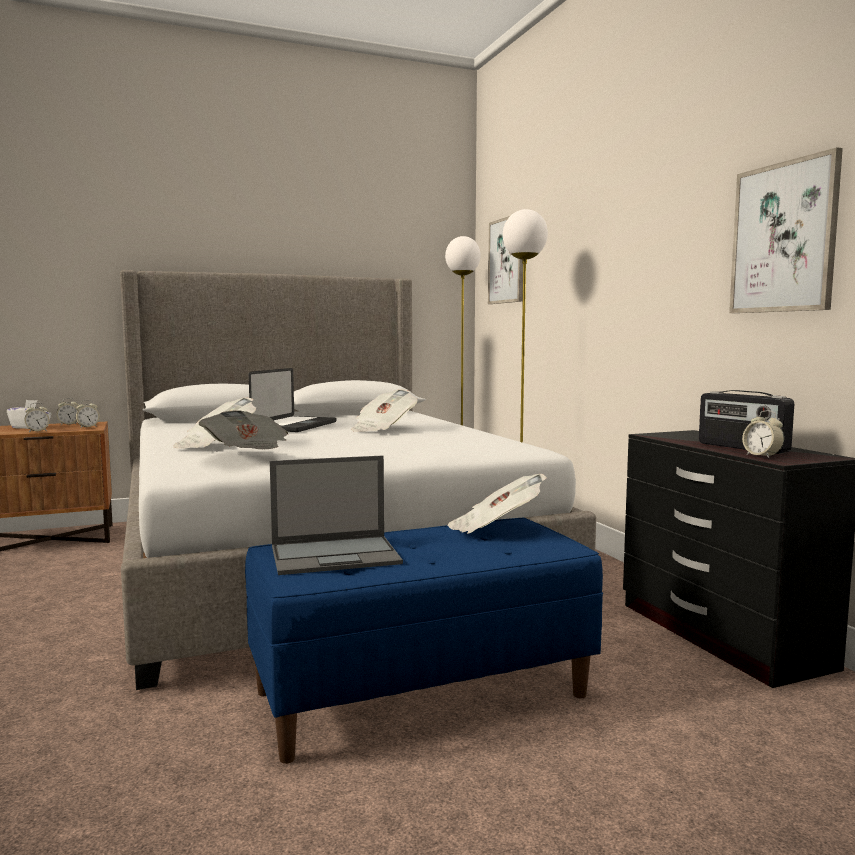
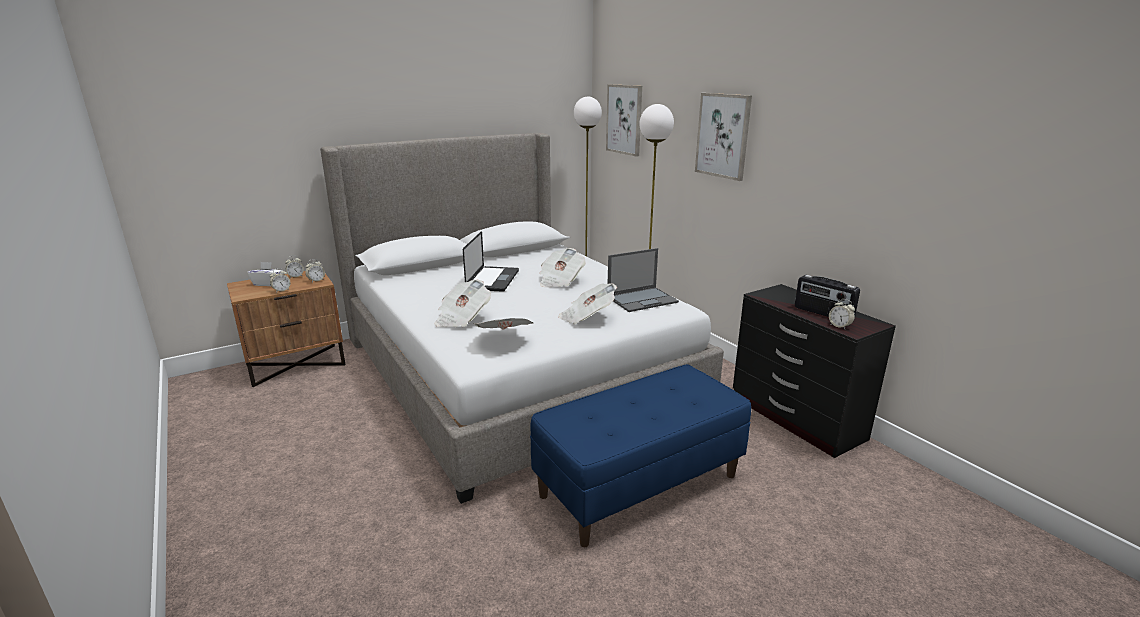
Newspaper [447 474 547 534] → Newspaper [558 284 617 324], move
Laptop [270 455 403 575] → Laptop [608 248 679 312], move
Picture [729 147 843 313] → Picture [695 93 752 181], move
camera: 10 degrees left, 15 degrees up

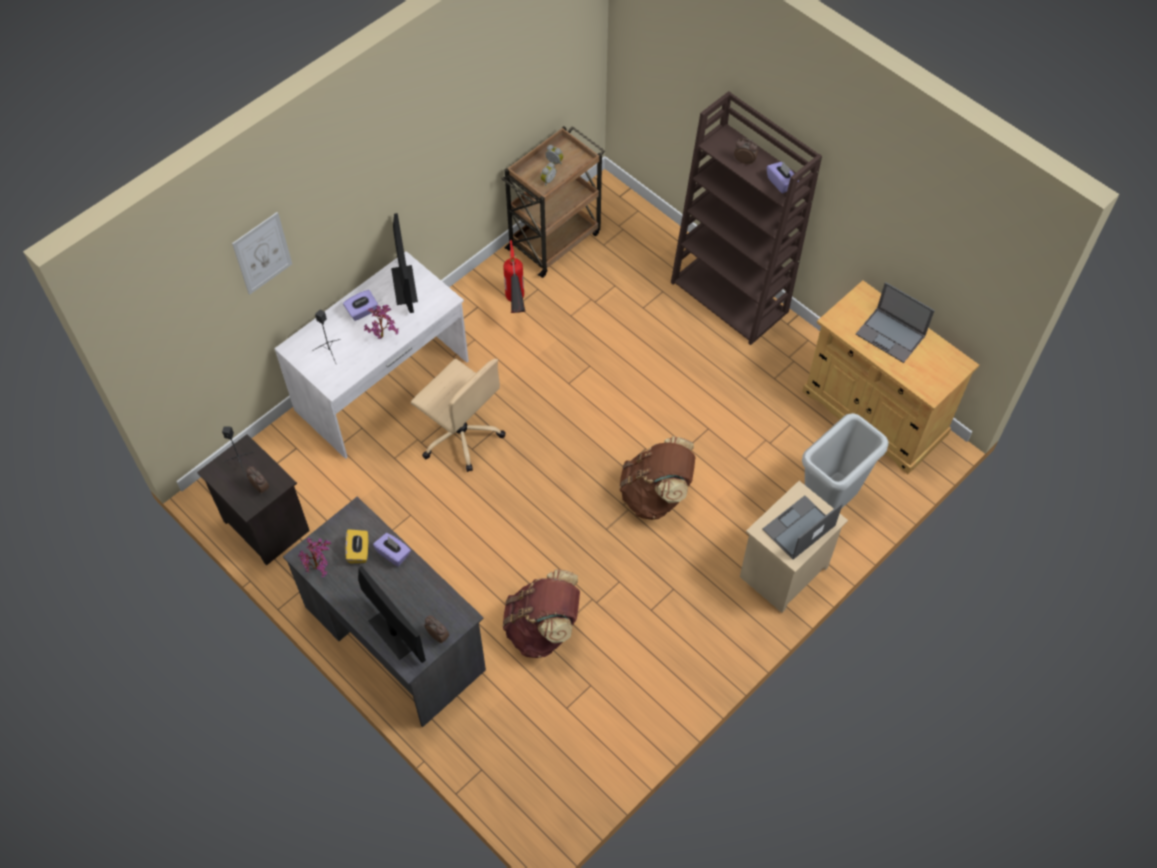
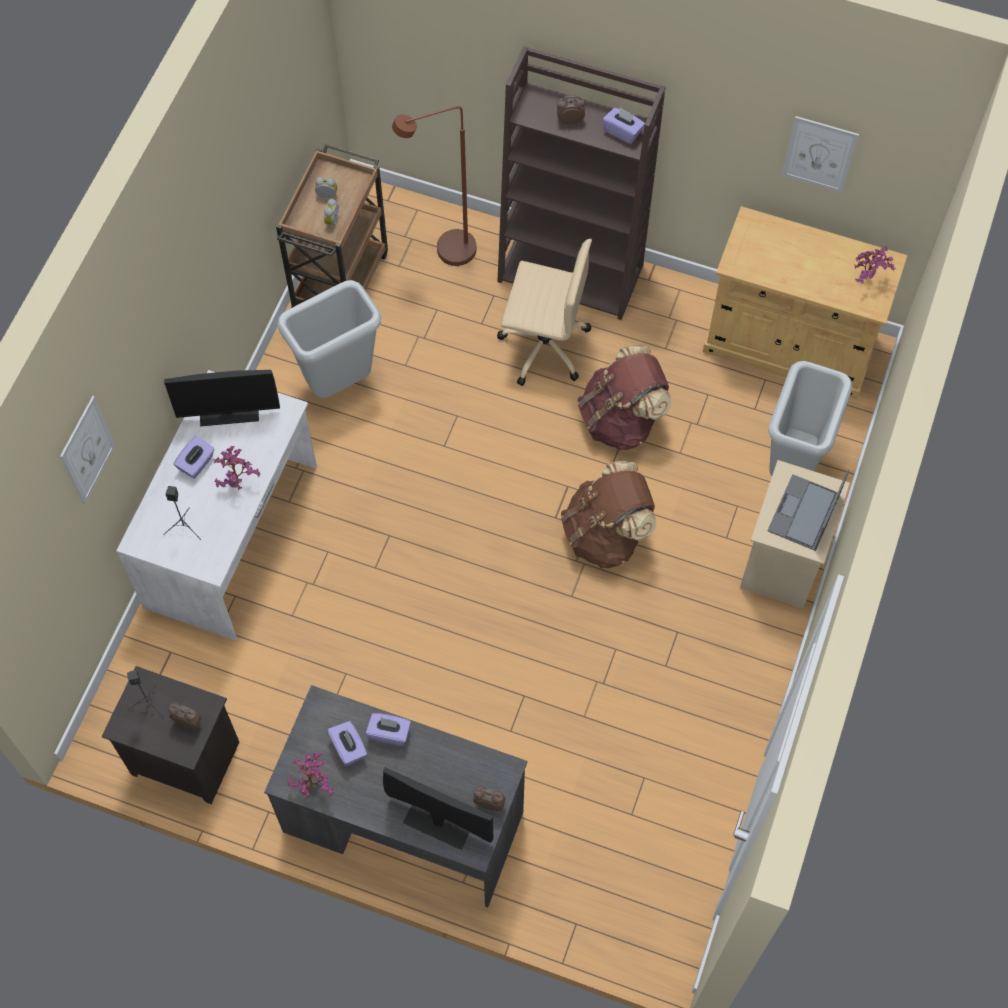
Monitor [391 213 418 313] → Monitor [164 370 280 426], 120 degrees clockwise
FireExtinguisher [503 240 526 313] → GreyTrashCan [277 280 381 398]
YellowTissueBox [345 529 368 564] → PurpleTissueBox [327 721 367 766]
- → BrownFloorLamp [392 106 476 266]
BeigeOfficeChair [411 359 506 472] → BeigeOfficeChair [497 239 592 386], move
BrownBackpack [502 570 580 658] → BrownBackpack [577 346 672 451], move
- → Picture [782 116 859 193]
- → PottedPlant [854 246 895 283]
Laptop [856 282 935 363] → -
camera: 25 degrees left, 5 degrees up

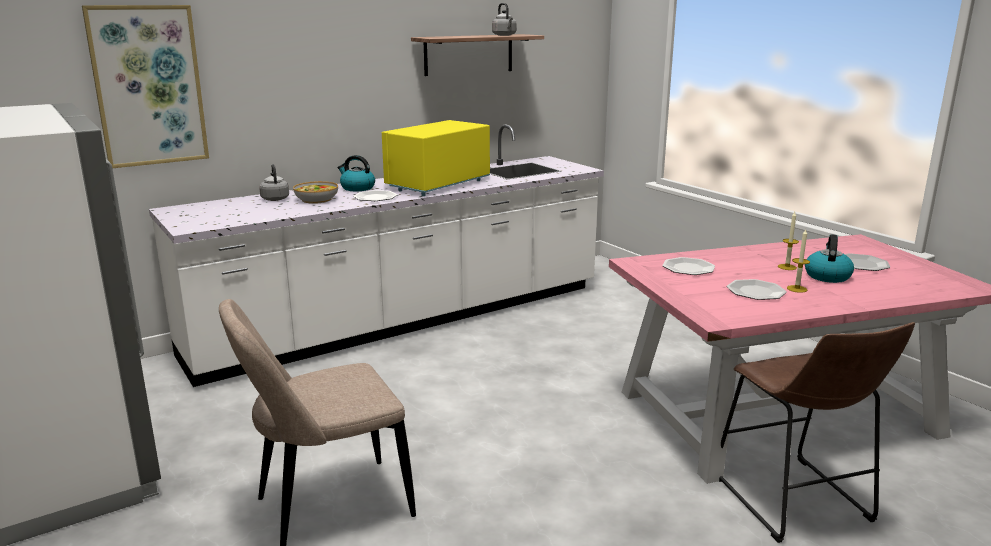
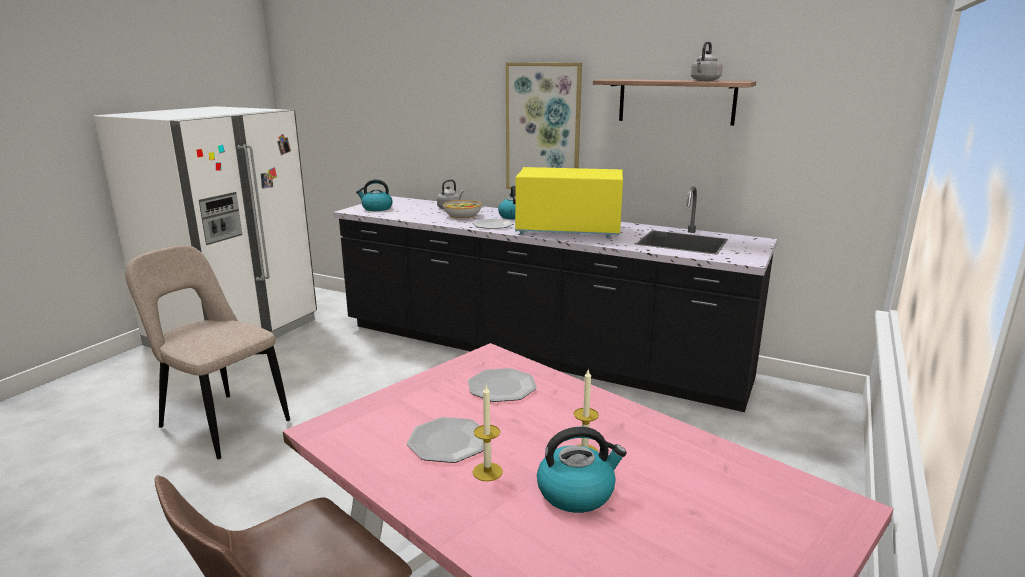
WhiteCounter [149 124 604 387] → BlackCounter [333 186 777 412]
- → Kettle [356 179 393 211]
Picture [82 5 209 168] → Picture [506 62 582 189], move
Plate [845 253 890 271] → -
camera: 60 degrees right, 0 degrees up

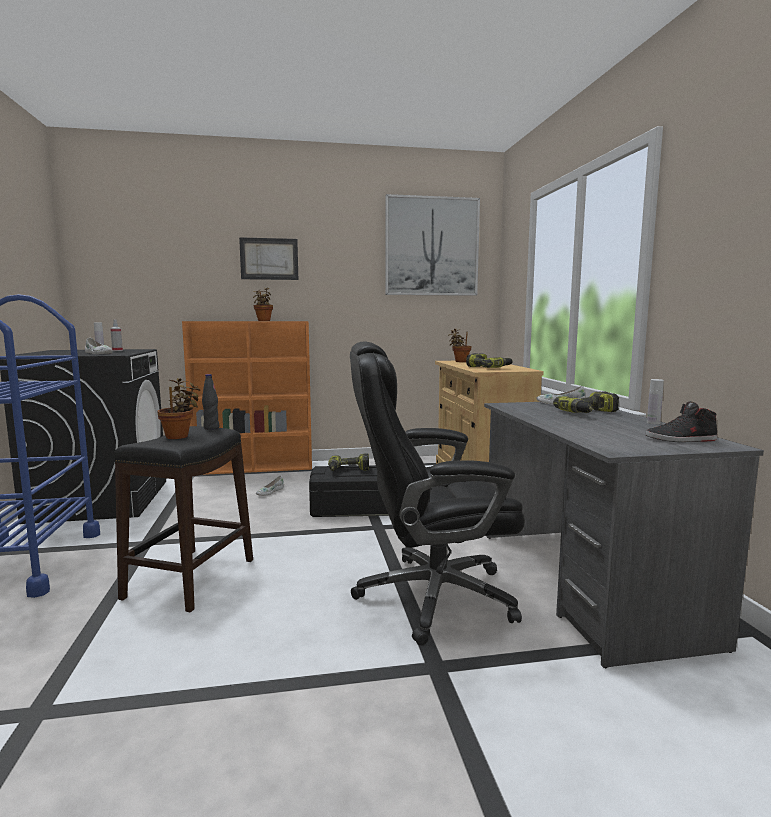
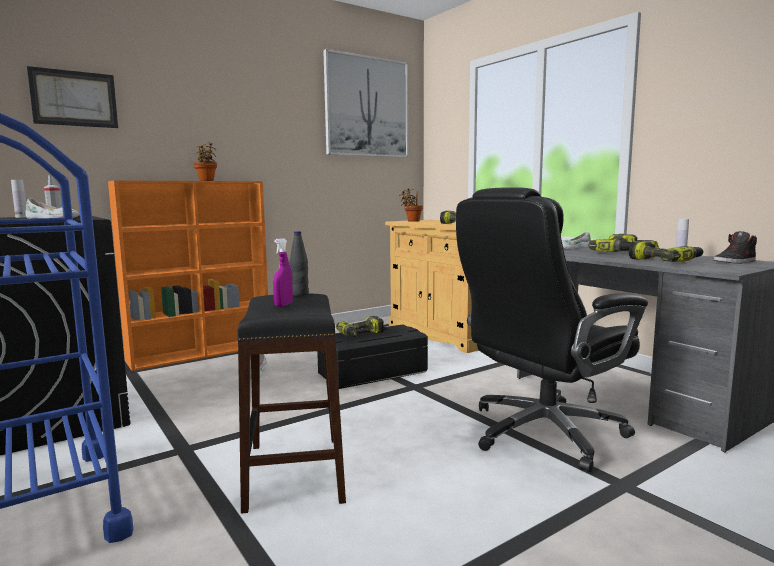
Picture [239 237 298 280] → Picture [27 66 118 128], move
PottedPlant [157 378 200 439] → PurpleSprayBottle [273 238 293 307]
- → PowerDrill [629 240 703 262]
camera: 25 degrees left, 0 degrees up

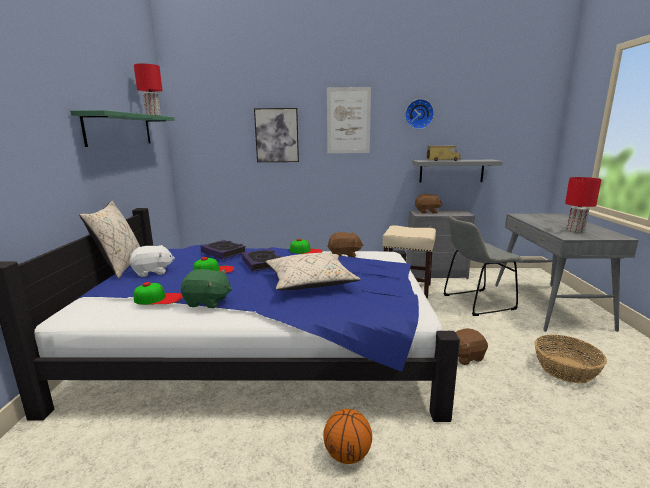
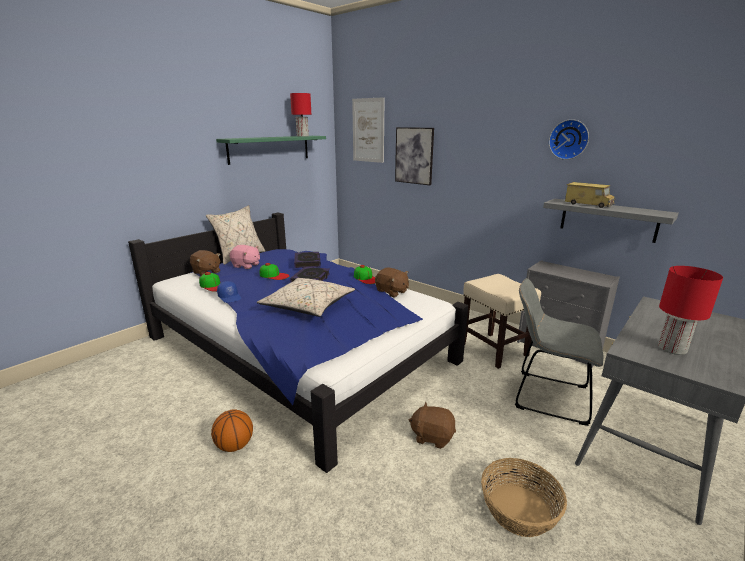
BrownPlushToy [415 194 442 214] → BrownPlushToy [190 250 220 276], move
GreenPlushToy [181 269 232 308] → BlueCap [217 281 241 303]
WhitePlushToy [130 245 175 277] → PinkPlushToy [229 245 260 269]
Picture [327 87 371 153] → Picture [352 97 384 163], move
camera: 40 degrees right, 5 degrees up

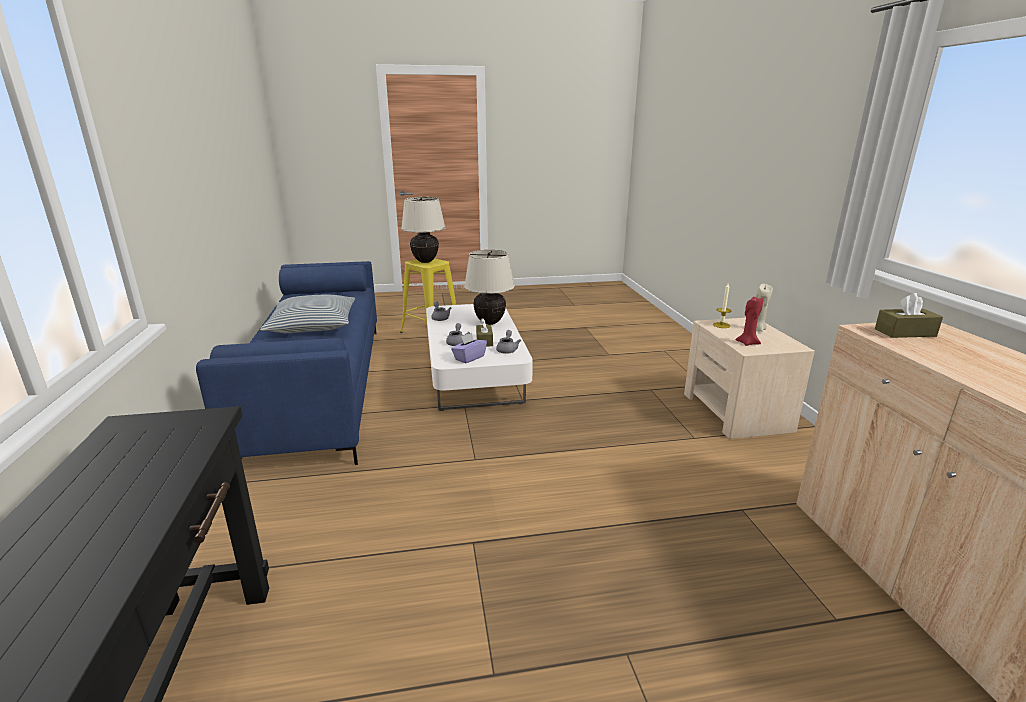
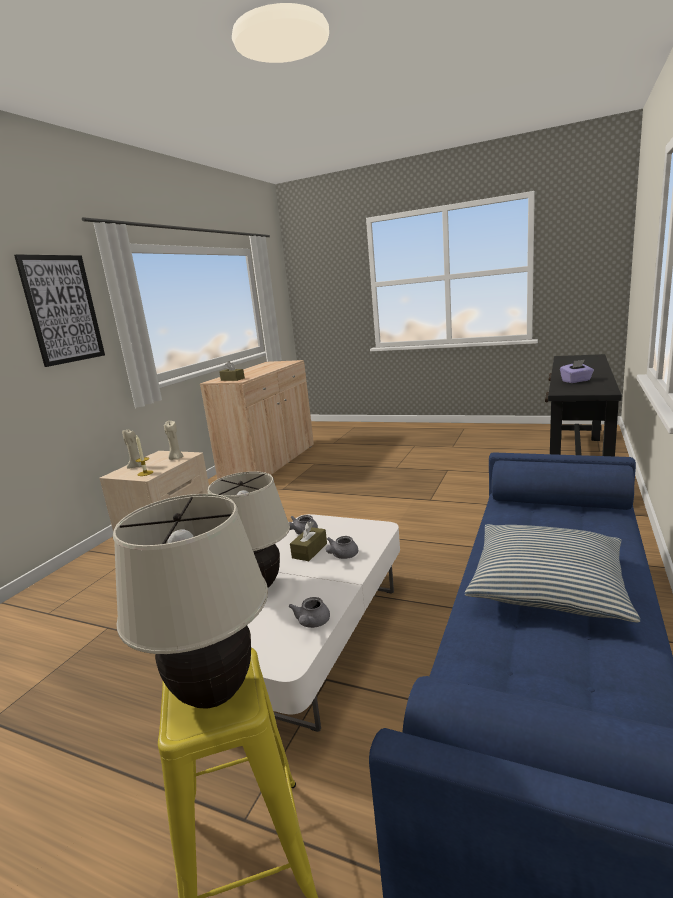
- → Picture [14 254 105 367]
RedCandle [735 297 763 346] → BeigeCandle [164 421 183 460]
PurpleTissueBox [451 333 487 364] → PurpleTissueBox [560 359 594 383], move
camera: 145 degrees left, 5 degrees down

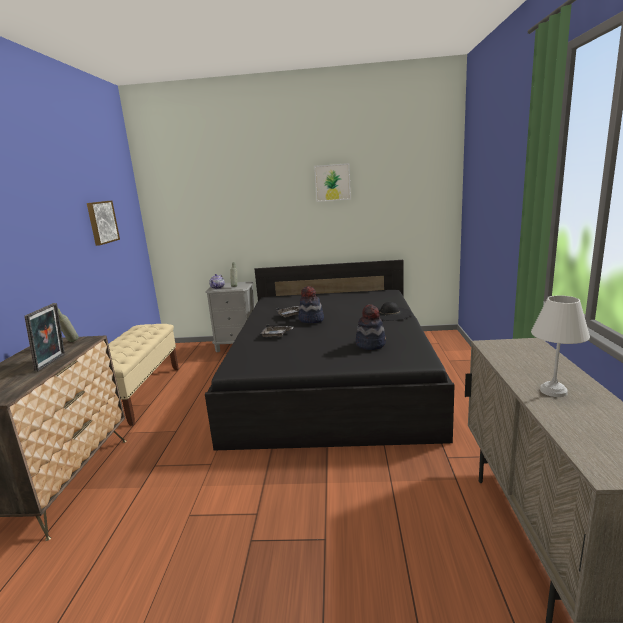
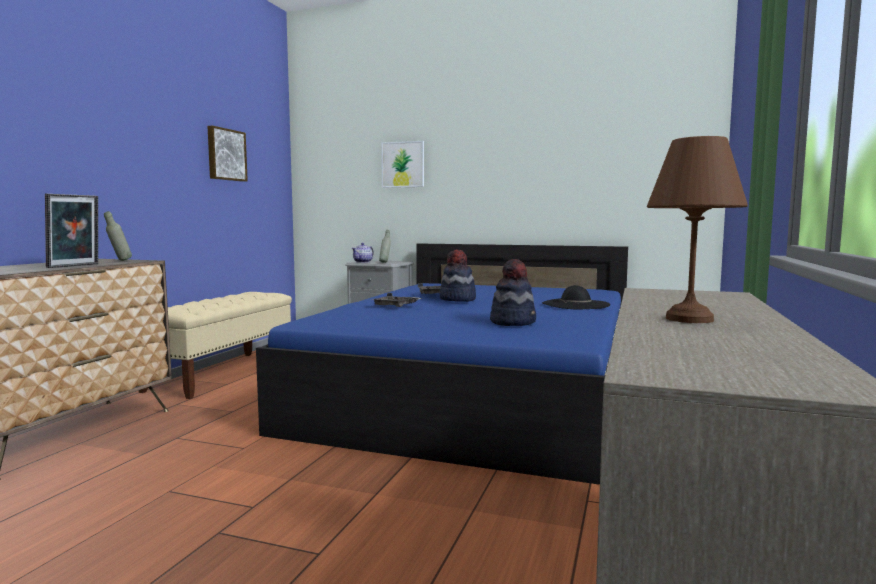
BlackBed [205 260 455 450] → BlueBed [256 243 628 485]
Picture [314 163 351 202] → Picture [381 141 424 188], move
WhiteTableLamp [531 296 590 397] → BrownTableLamp [647 136 748 323]
camera: 15 degrees right, 10 degrees down

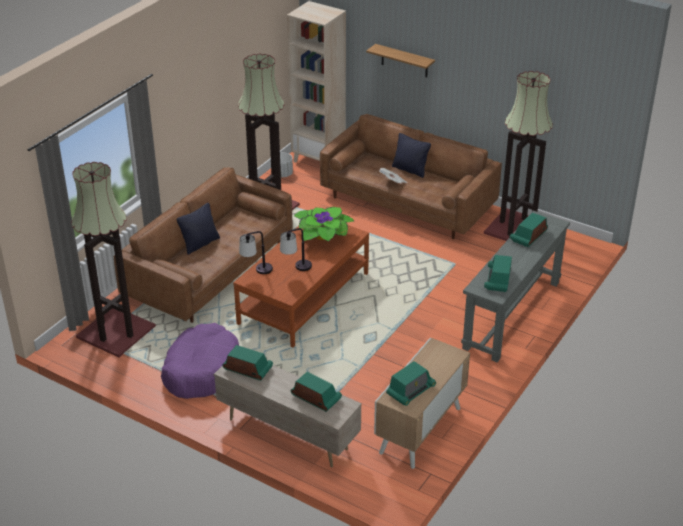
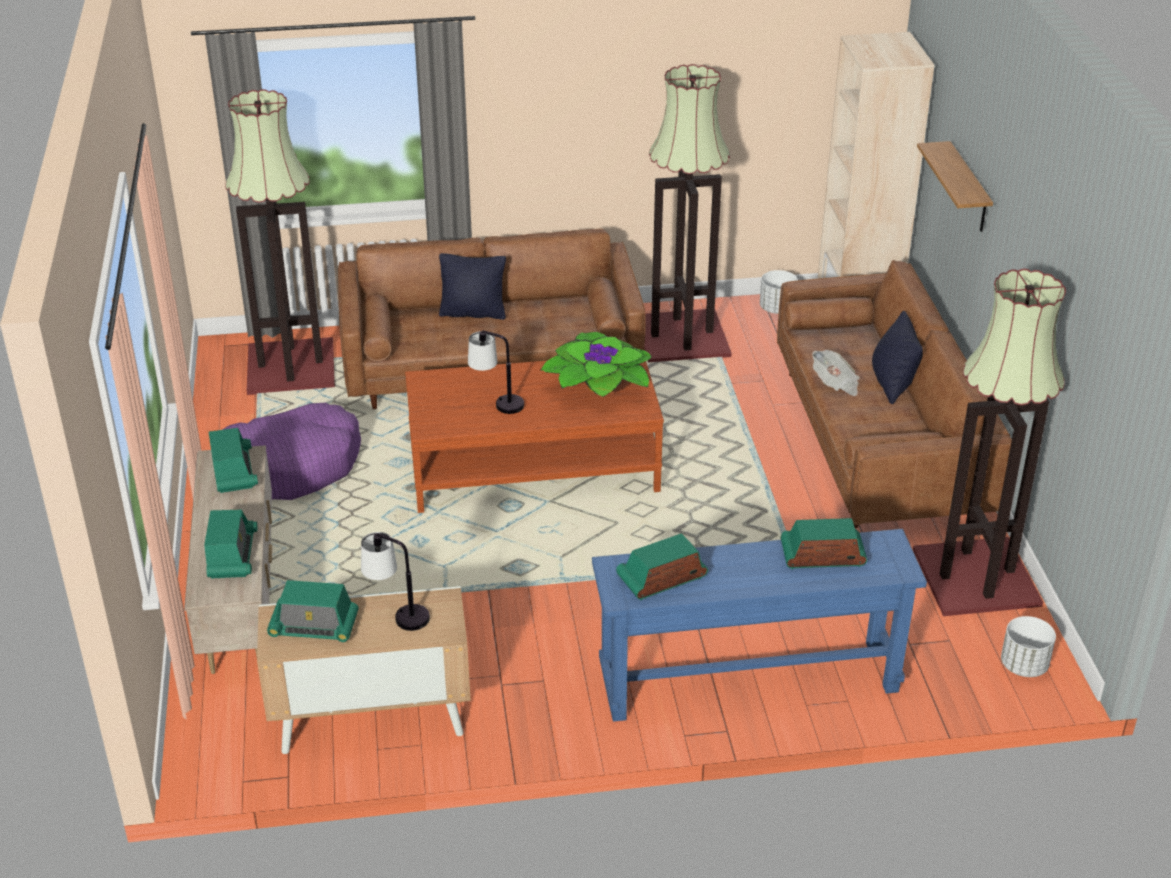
TableLamp [239 231 273 274] → TableLamp [361 532 430 631], move
GreyConsoleTable [461 211 570 362] → BlueConsoleTable [592 529 927 722]
- → WhitePlanter [1001 616 1056 677]
camera: 50 degrees right, 0 degrees up

